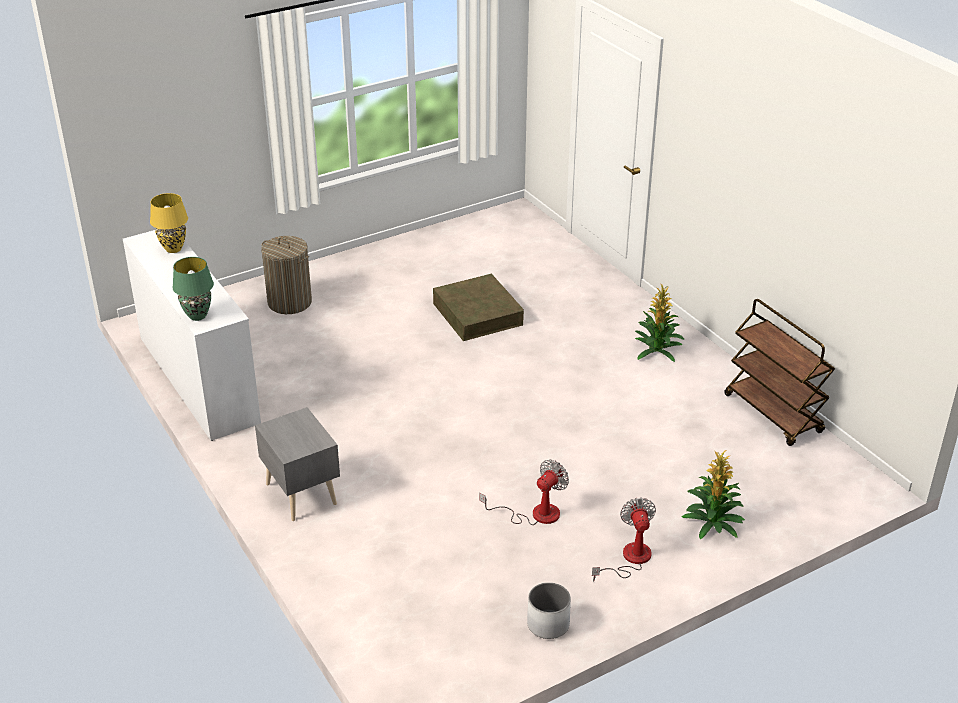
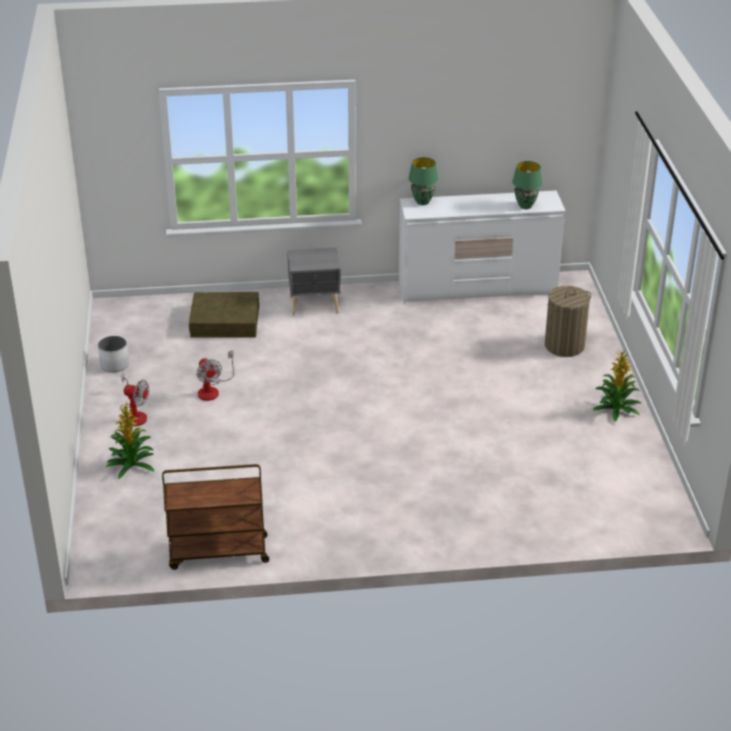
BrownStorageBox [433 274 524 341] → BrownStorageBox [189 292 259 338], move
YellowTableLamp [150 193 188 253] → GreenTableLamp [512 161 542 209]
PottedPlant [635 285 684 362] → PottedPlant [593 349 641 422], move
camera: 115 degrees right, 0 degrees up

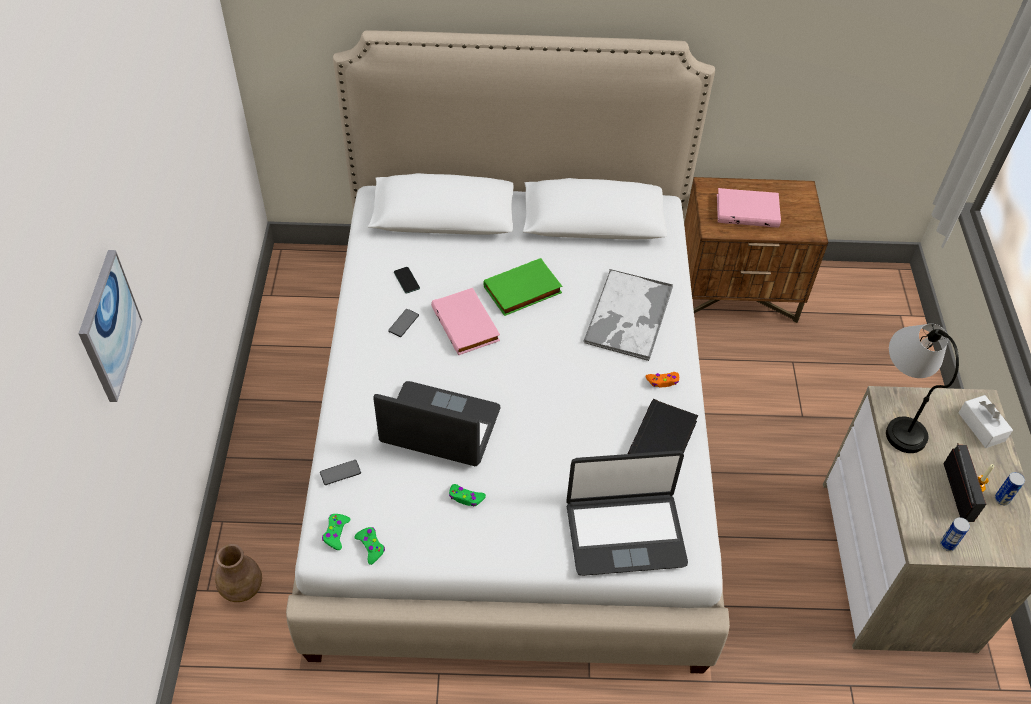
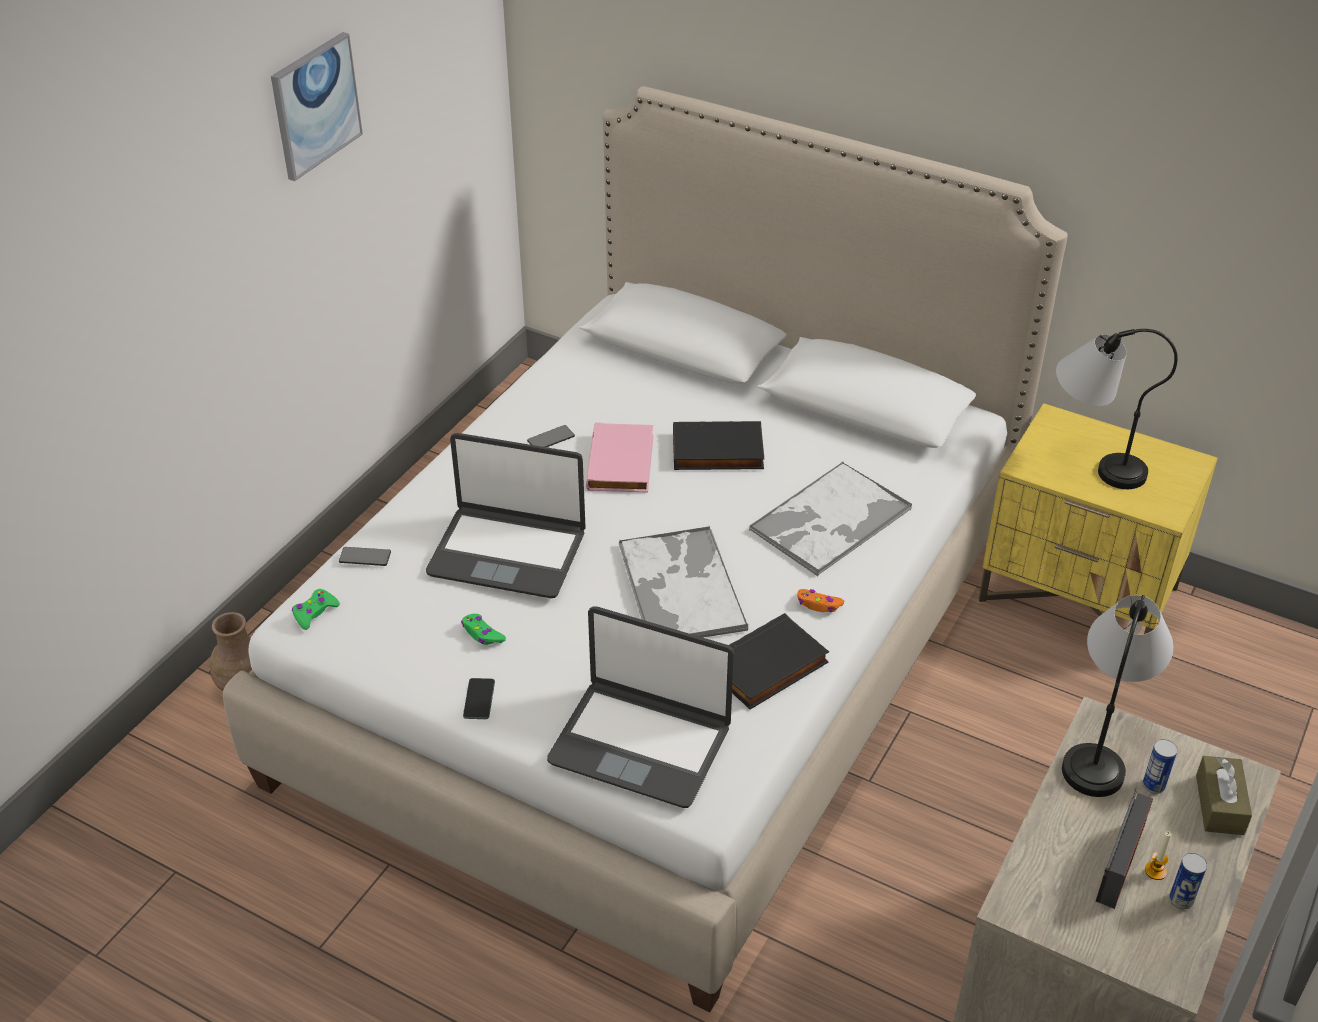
Picture [78 250 142 402] → Picture [271 32 363 181], move
Laptop [373 381 500 466] → Laptop [426 433 586 598], 150 degrees clockwise
Phone [394 267 420 293] → Phone [463 678 495 719], move
- → Tray [619 526 748 637]
GreenBook [483 258 562 316] → BlackBook [673 421 764 470]
BrownNightstand [684 177 828 323] → YellowNightstand [979 403 1218 634]
PinkBook [717 188 781 228] → TableLamp [1056 329 1178 489]
Can [940 517 970 551] → Can [1143 739 1178 794], move
WhiteTissueBox [959 395 1013 448] → BrownTissueBox [1196 756 1252 835]
GreenGameController [354 527 385 565] → -
camera: 30 degrees right, 10 degrees down

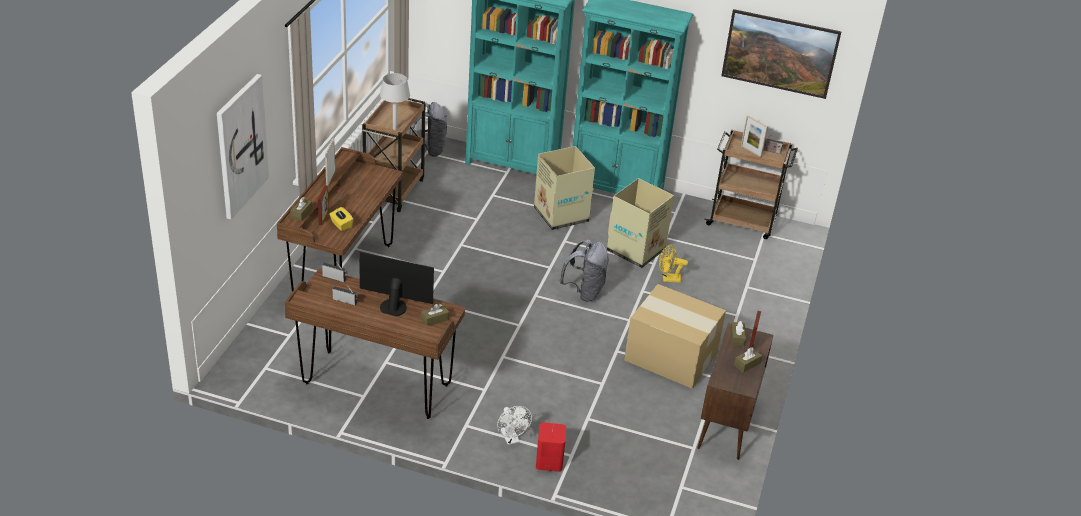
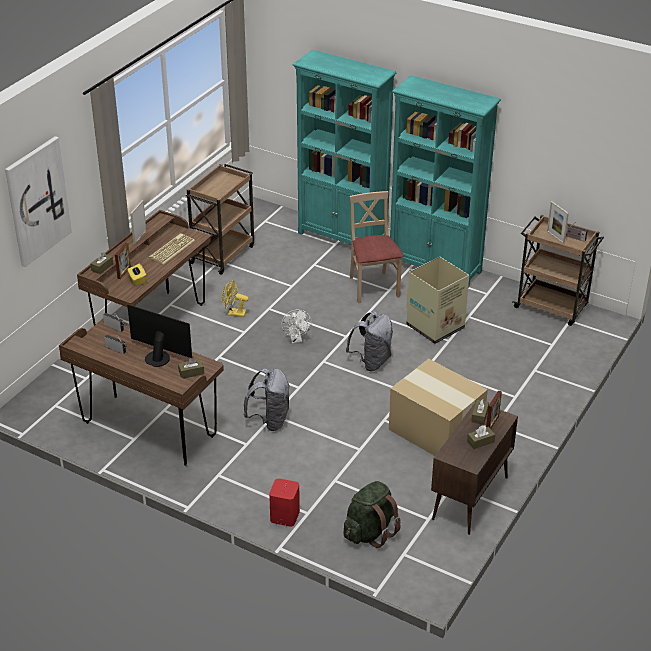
- → Keyboard [149 233 195 265]
YellowFan [659 244 688 283] → YellowFan [222 280 249 317], move
GreyBackpack [409 102 447 157] → GreyBackpack [244 368 289 431], move
WhiteFan [497 406 532 445] → WhiteFan [281 310 312 343], move
- → GreenBackpack [344 481 401 548]
CardboardBox [534 146 595 230] → BeigeChair [349 191 404 303]
GreyTableLamp [380 73 410 130] → -
Picture [721 9 841 99] → -
camera: 15 degrees right, 0 degrees up

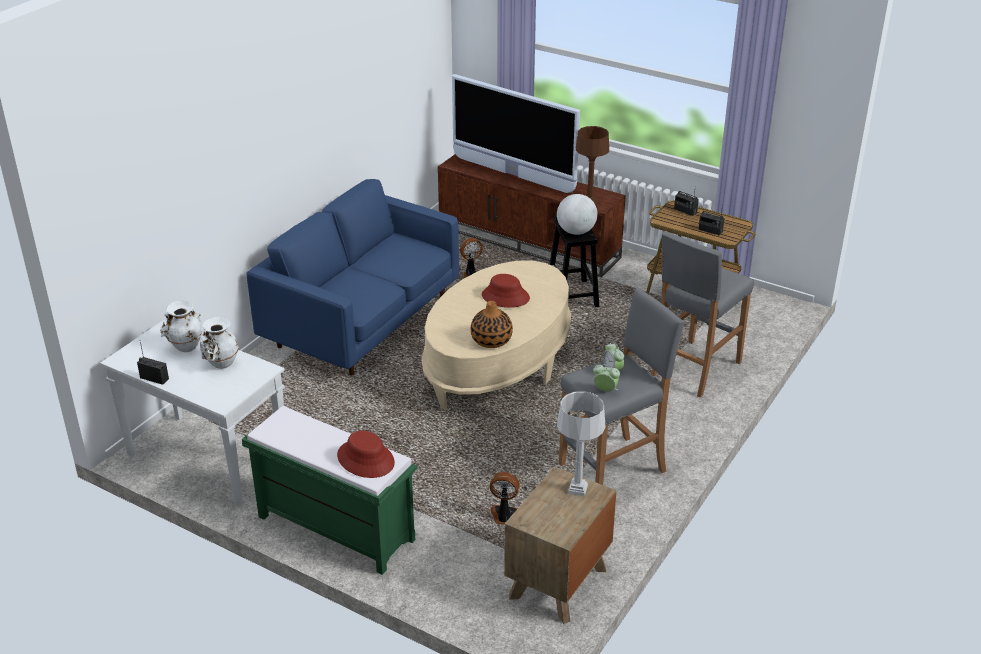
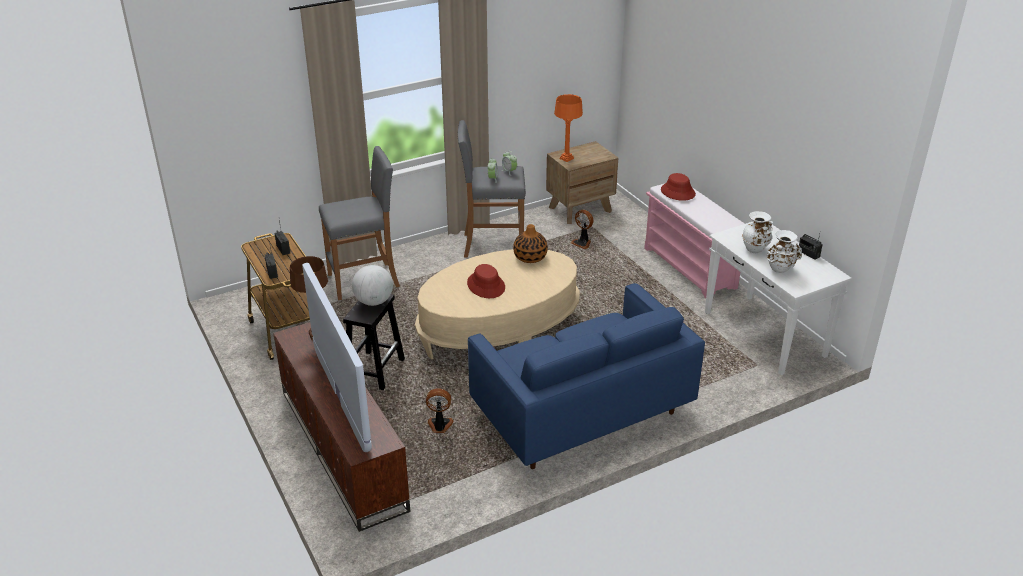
GreyTableLamp [557 391 606 497] → OrangeTableLamp [554 94 583 162]
GreenBench [242 406 417 575] → PinkBench [644 184 745 298]
camera: 150 degrees left, 0 degrees up

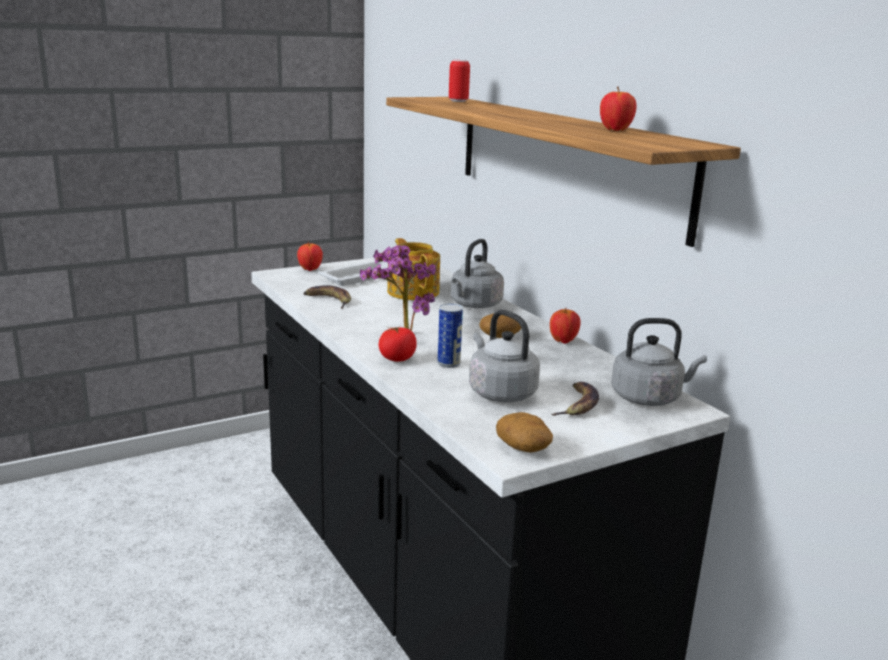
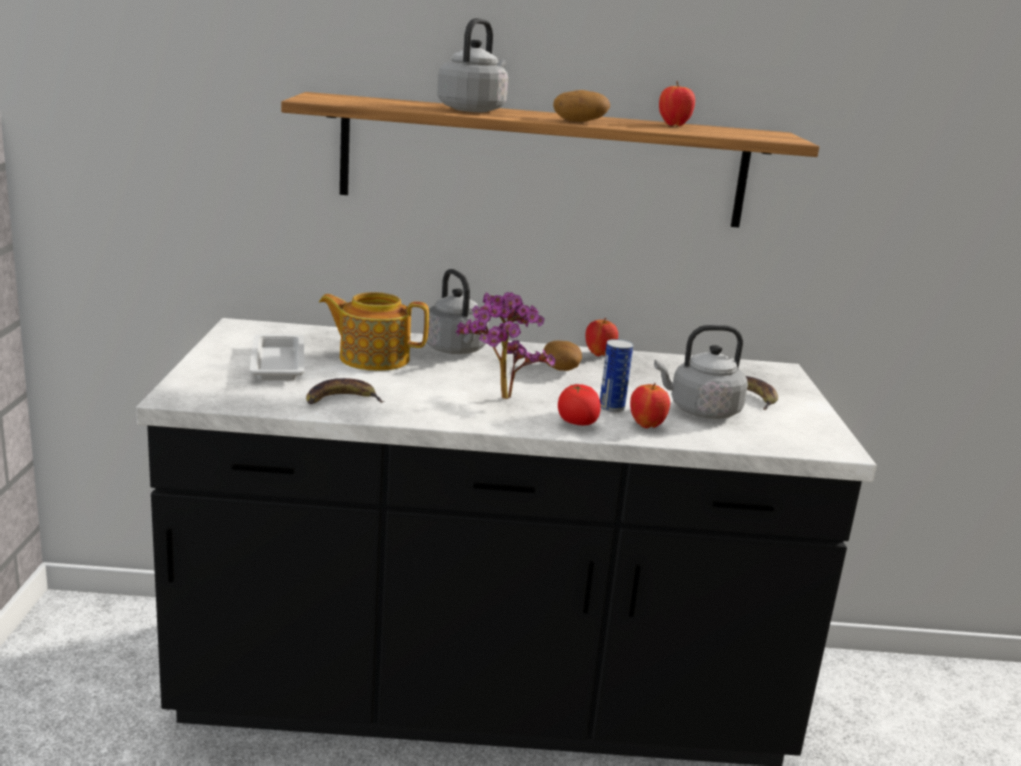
GreyKettle [611 318 707 406] → GreyKettle [437 18 508 112], move
Potato [496 412 553 453] → Potato [553 90 610 122], move
Apple [297 241 323 271] → Apple [630 383 670 428], move
Can [449 60 470 102] → -
camera: 60 degrees left, 0 degrees up

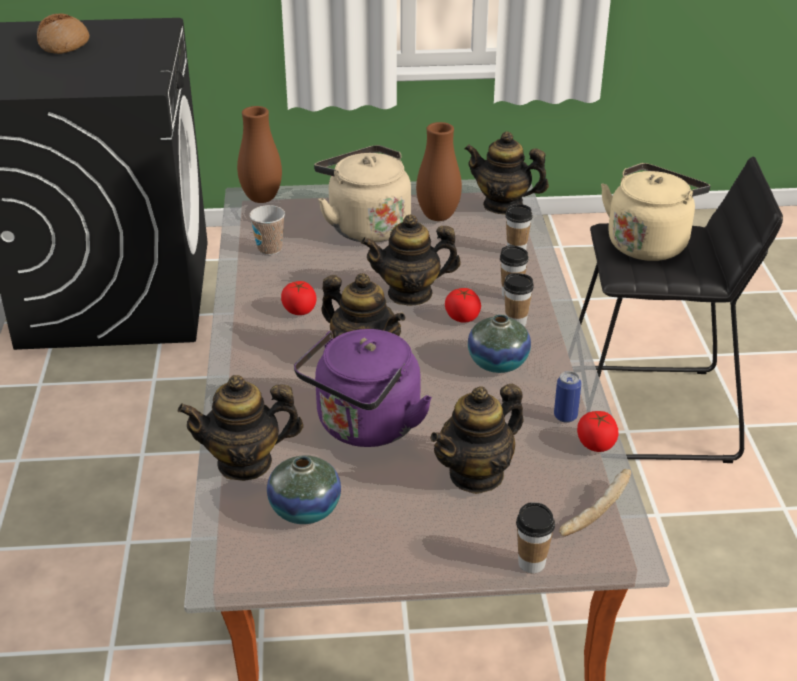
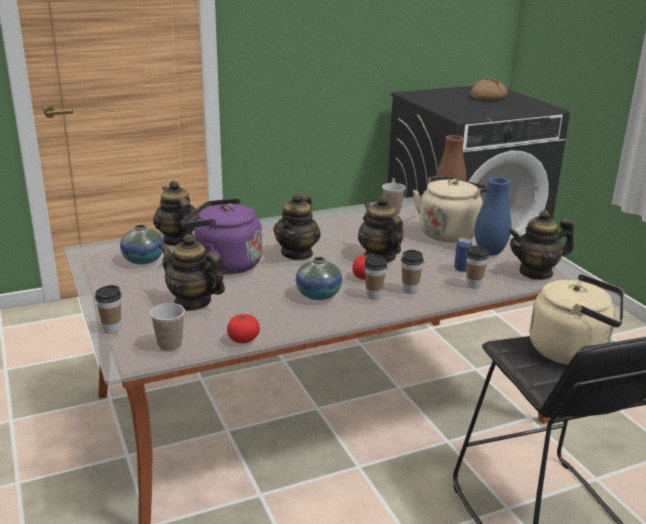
Bread [559 469 631 536] → Cup [150 303 185 351]
Can [554 371 581 423] → Can [454 237 472 272], move
BrownVase [416 122 462 221] → BlueVase [475 177 511 256]
Teapot [464 132 549 215] → Teapot [508 210 574 280], 105 degrees counterclockwise
Tomato [281 281 317 315] → -
camera: 70 degrees right, 10 degrees down

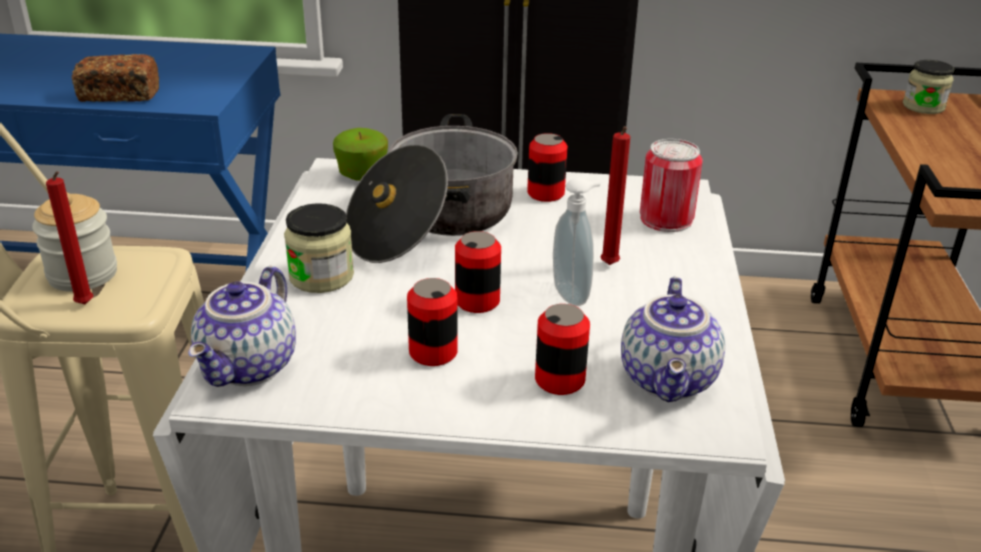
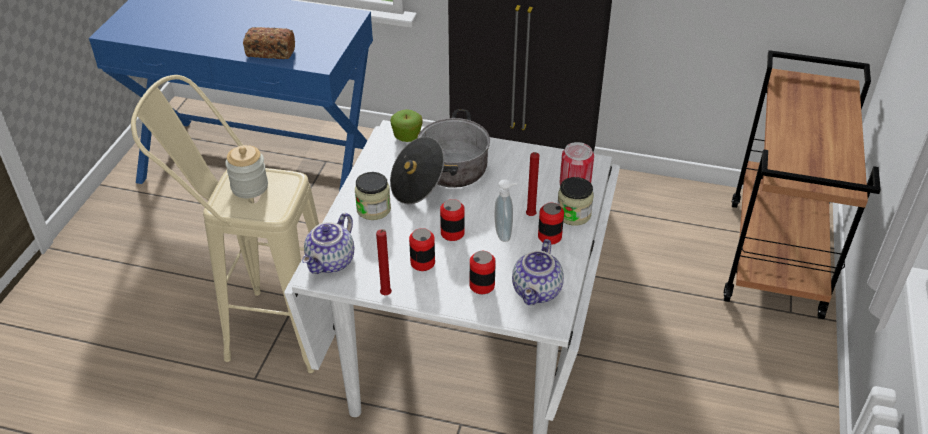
RedCandle [46 171 93 304] → RedCandle [376 229 392 295], move
Can [527 133 568 202] → Can [538 203 564 245], move
Jar [903 60 954 114] → Jar [558 177 594 226], move
camera: 10 degrees right, 10 degrees up

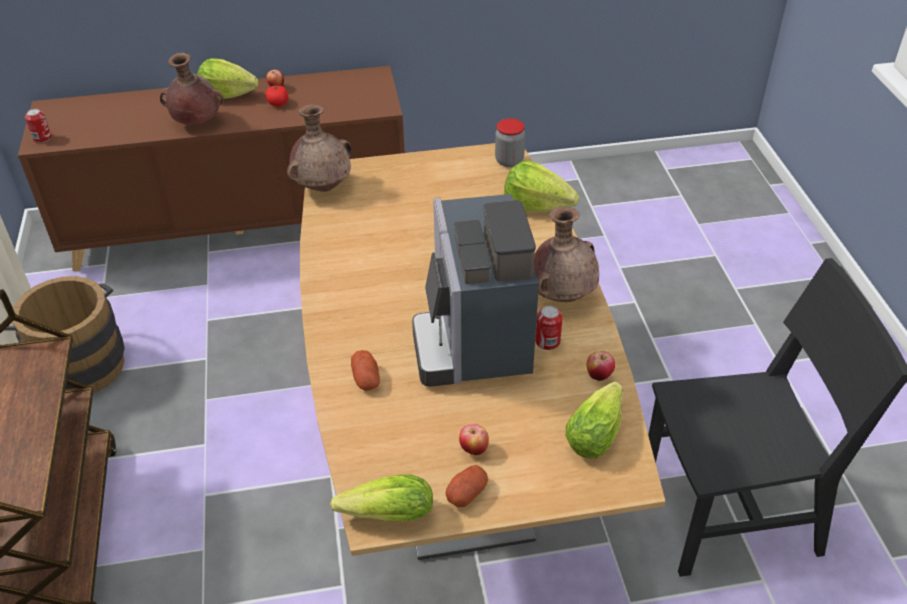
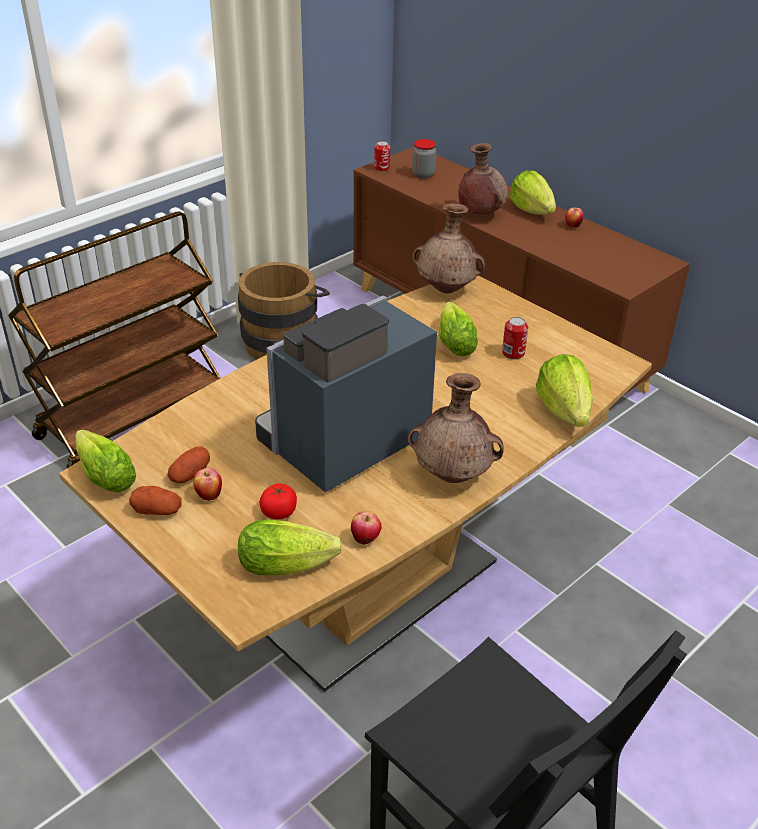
Potato [351 350 380 391] → Potato [168 447 210 483], move
Tomato [266 85 288 106] → Tomato [259 484 297 519], move
Jar [495 118 525 167] → Jar [412 139 436 178], move
- → Lettuce [439 302 478 356]
Can [535 306 563 350] → Can [502 317 528 360], move
camera: 55 degrees right, 5 degrees down

